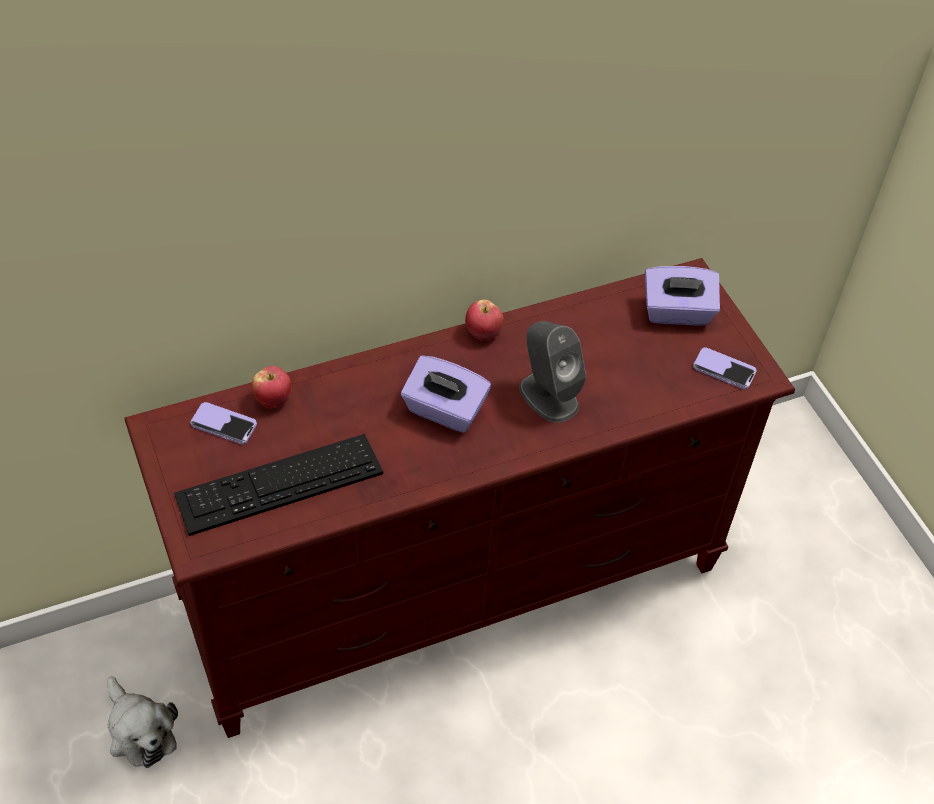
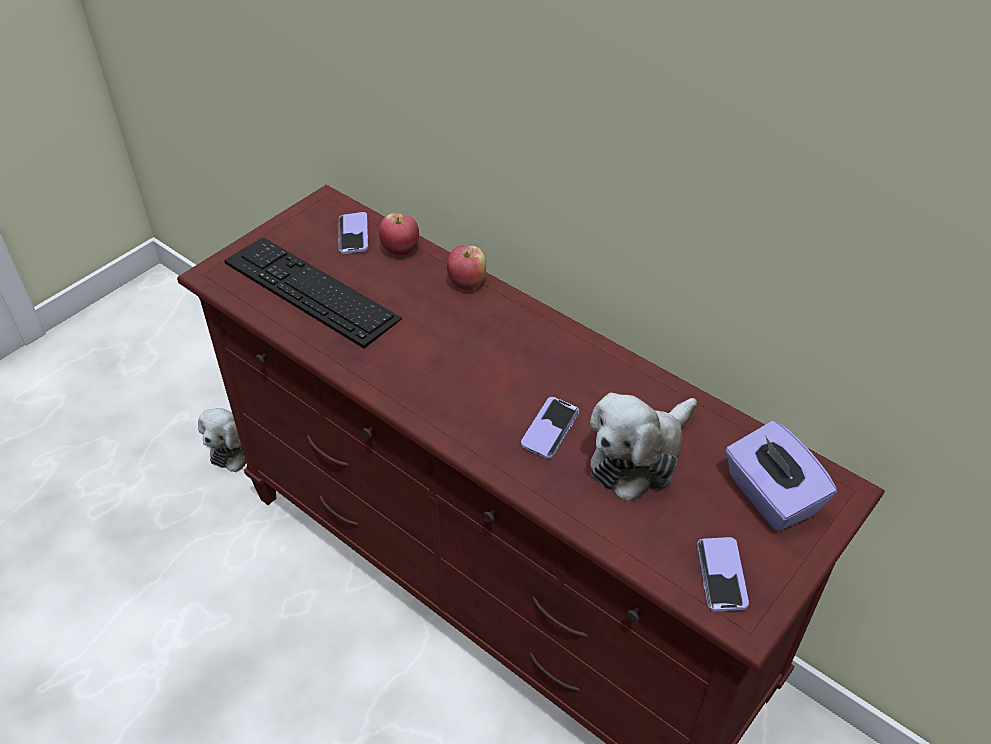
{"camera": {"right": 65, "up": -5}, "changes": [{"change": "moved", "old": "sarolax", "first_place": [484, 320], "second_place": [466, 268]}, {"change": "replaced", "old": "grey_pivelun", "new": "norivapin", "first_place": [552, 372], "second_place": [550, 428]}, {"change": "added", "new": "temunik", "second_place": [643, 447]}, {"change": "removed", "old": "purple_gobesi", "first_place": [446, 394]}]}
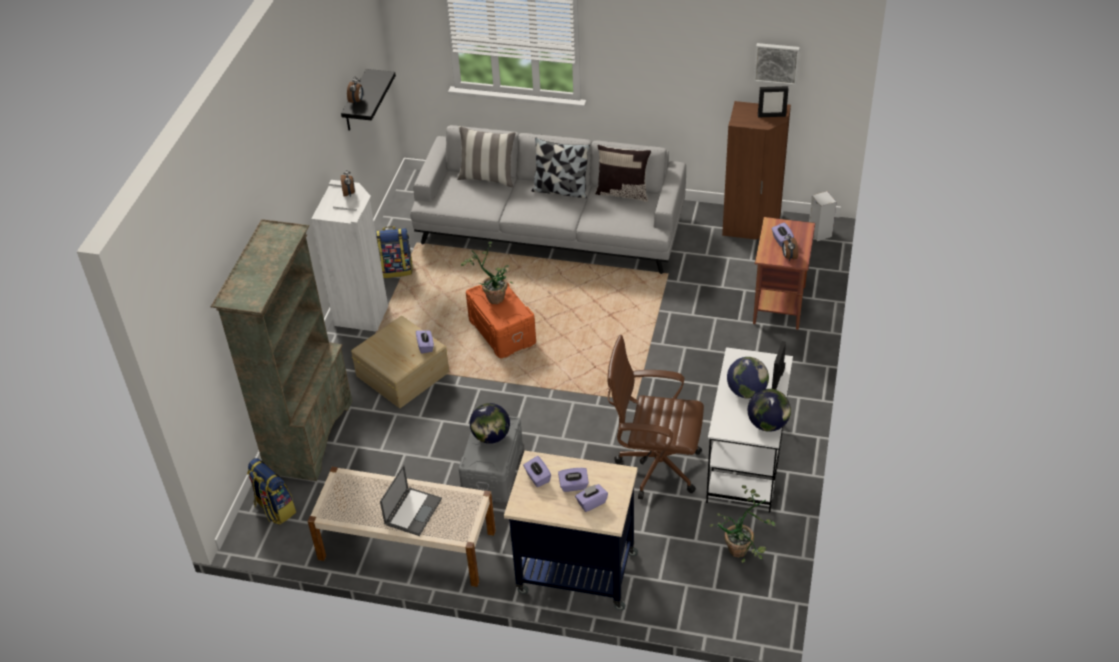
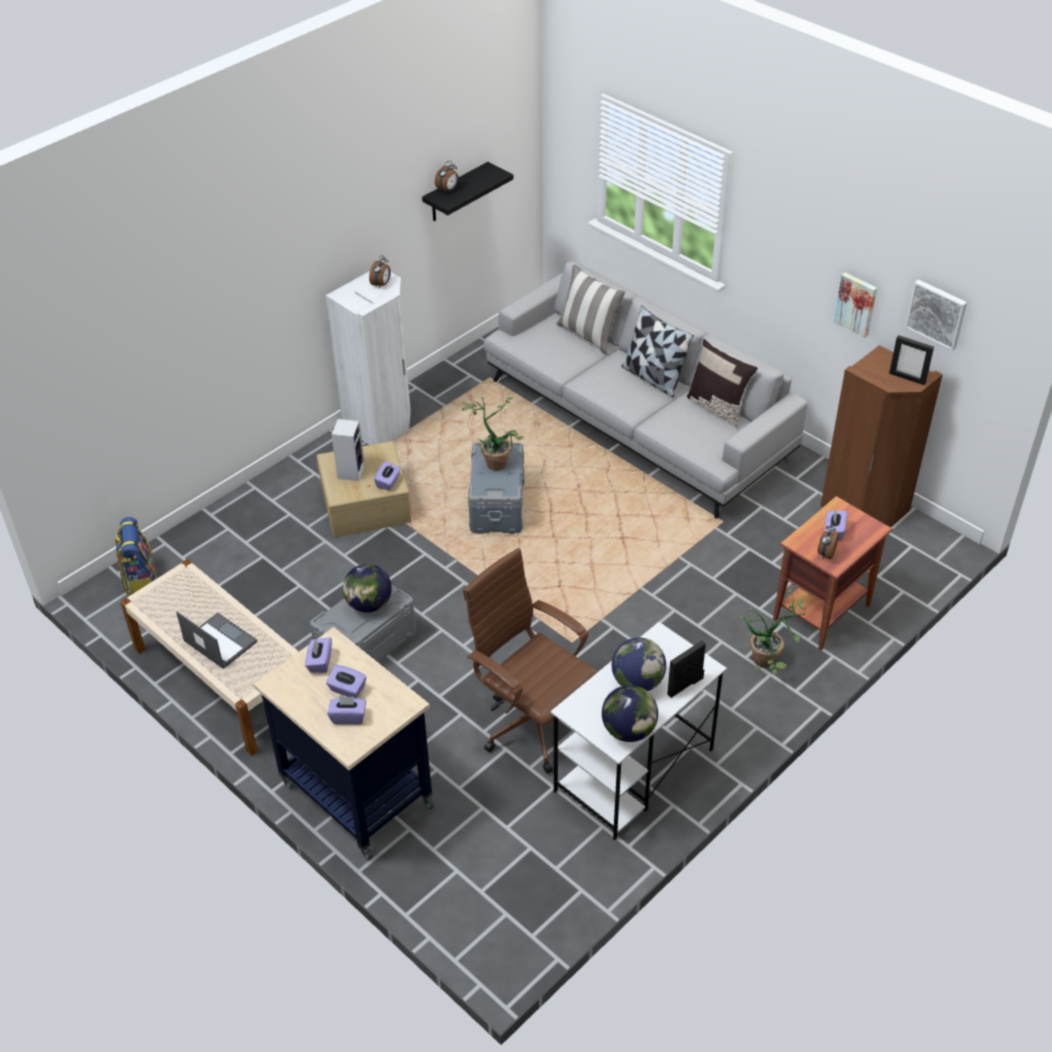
{"camera": {"right": 30, "up": 0}, "changes": [{"change": "turned", "old": "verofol", "first_place": [411, 500], "second_place": [217, 640], "degrees": -105}, {"change": "moved", "old": "pivelun", "first_place": [822, 216], "second_place": [348, 450]}, {"change": "recoloured", "old": "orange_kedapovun", "new": "grey_kedapovun", "first_place": [501, 317], "second_place": [496, 488]}, {"change": "moved", "old": "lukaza", "first_place": [743, 524], "second_place": [772, 632]}, {"change": "added", "new": "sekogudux", "second_place": [855, 305]}, {"change": "removed", "old": "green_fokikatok", "first_place": [281, 350]}, {"change": "removed", "old": "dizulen", "first_place": [394, 252]}]}
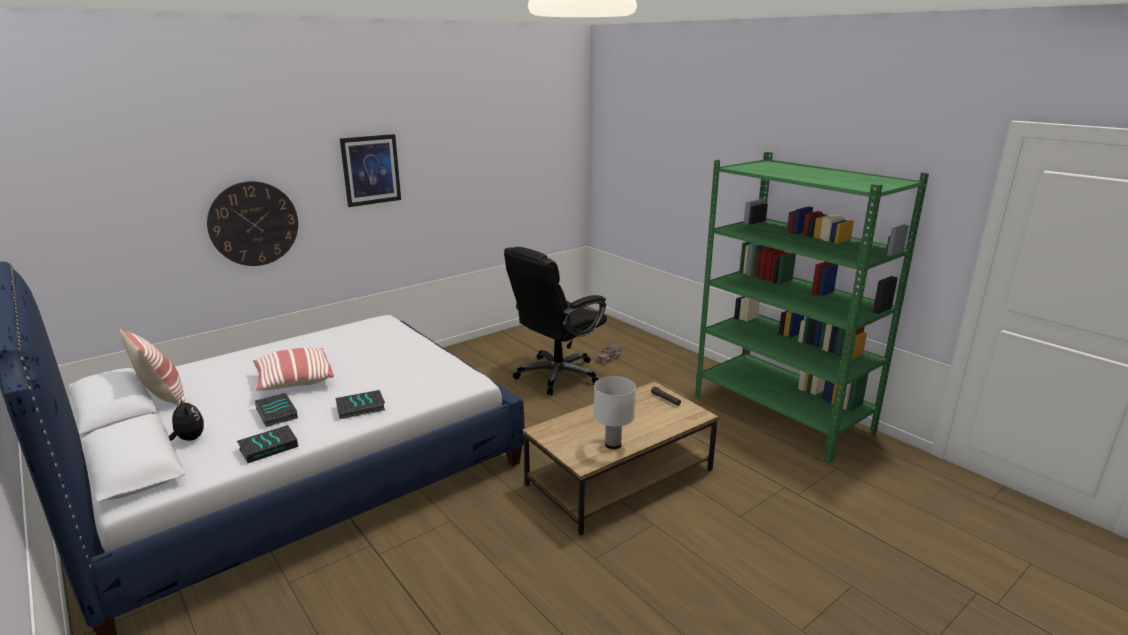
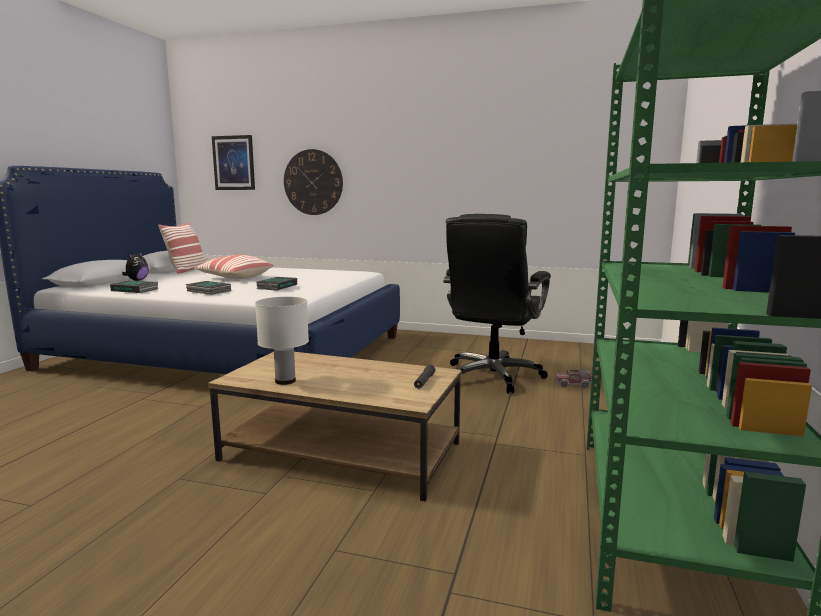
{"camera": {"right": 55, "up": -10}, "changes": [{"change": "moved", "old": "sekogudux", "first_place": [370, 170], "second_place": [233, 162]}, {"change": "moved", "old": "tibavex", "first_place": [276, 410], "second_place": [276, 284]}, {"change": "turned", "old": "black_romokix", "first_place": [555, 321], "second_place": [497, 304], "degrees": -75}]}
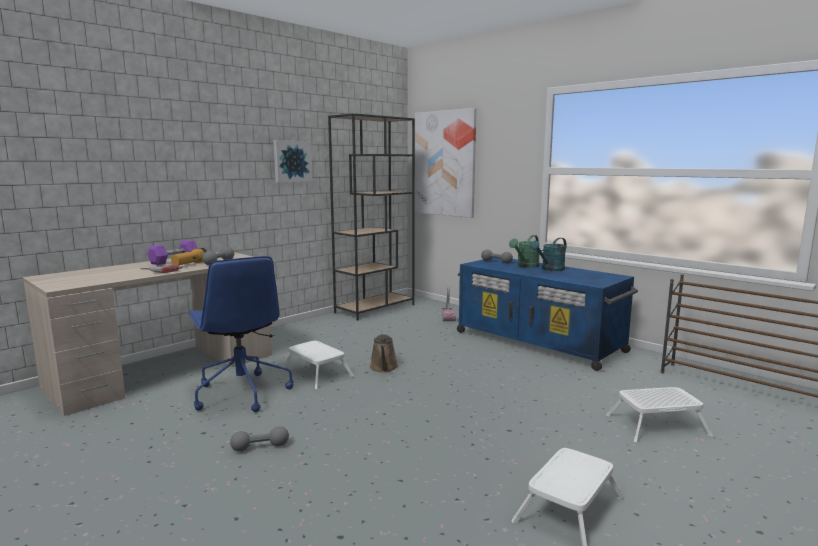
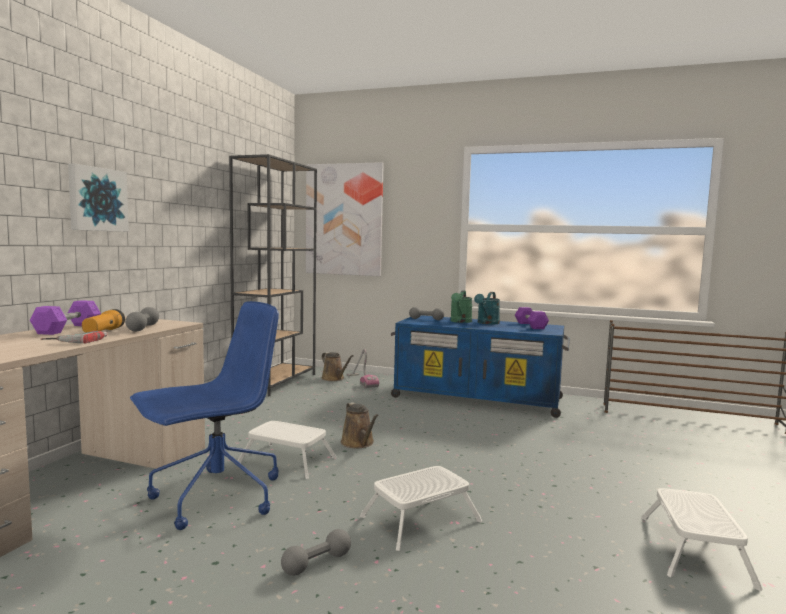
{"camera": {"right": -25, "up": -5}, "changes": [{"change": "moved", "old": "sekogudux", "first_place": [292, 161], "second_place": [98, 197]}, {"change": "turned", "old": "blue_romokix", "first_place": [241, 334], "second_place": [204, 415], "degrees": -75}, {"change": "added", "new": "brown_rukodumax", "second_place": [338, 366]}, {"change": "moved", "old": "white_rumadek", "first_place": [659, 415], "second_place": [420, 508]}, {"change": "added", "new": "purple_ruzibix", "second_place": [532, 318]}]}
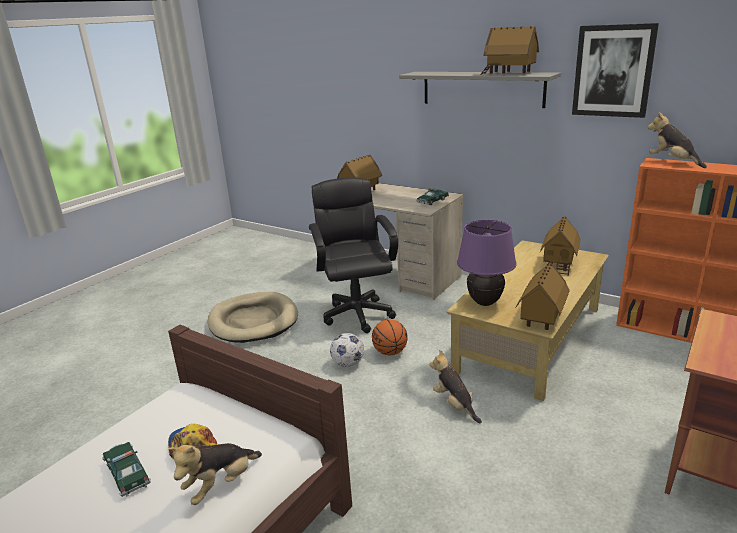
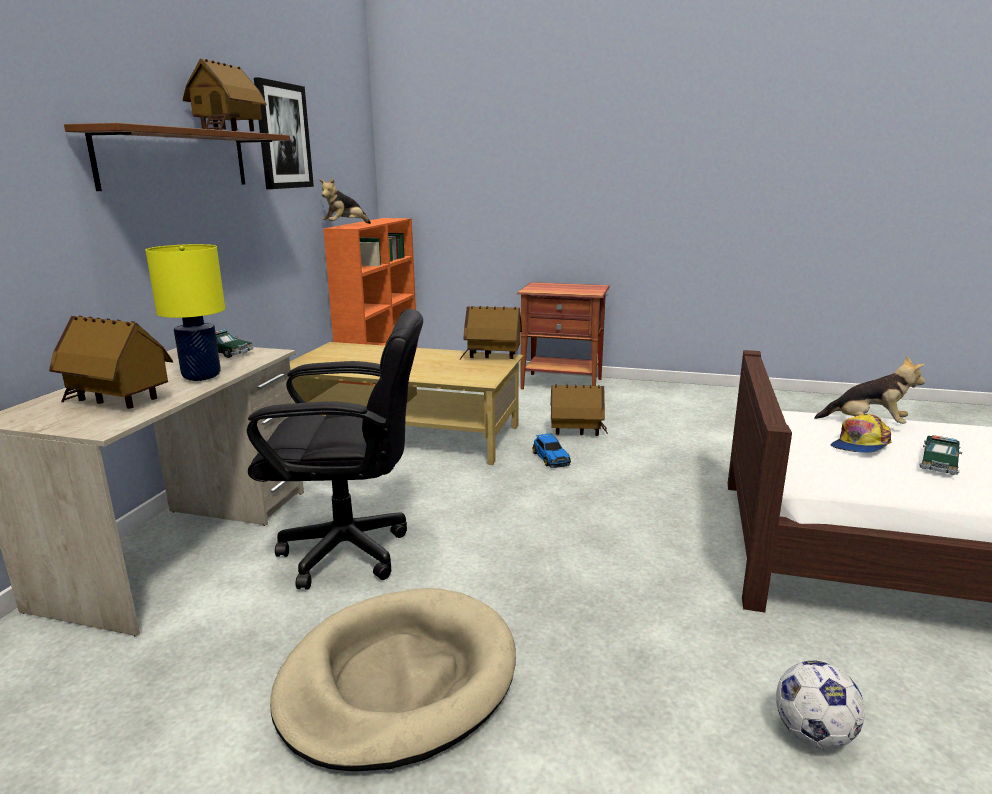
{"camera": {"right": -110, "up": -5}, "changes": [{"change": "recoloured", "old": "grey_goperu", "new": "brown_goperu", "first_place": [480, 90], "second_place": [177, 157]}, {"change": "added", "new": "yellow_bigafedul", "second_place": [185, 312]}, {"change": "turned", "old": "black_romokix", "first_place": [353, 255], "second_place": [335, 449], "degrees": -150}, {"change": "replaced", "old": "temunik", "new": "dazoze", "first_place": [455, 387], "second_place": [551, 450]}, {"change": "moved", "old": "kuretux", "first_place": [560, 246], "second_place": [579, 410]}, {"change": "moved", "old": "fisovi", "first_place": [347, 350], "second_place": [820, 705]}, {"change": "removed", "old": "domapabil", "first_place": [390, 337]}, {"change": "removed", "old": "purple_bigafedul", "first_place": [487, 263]}]}
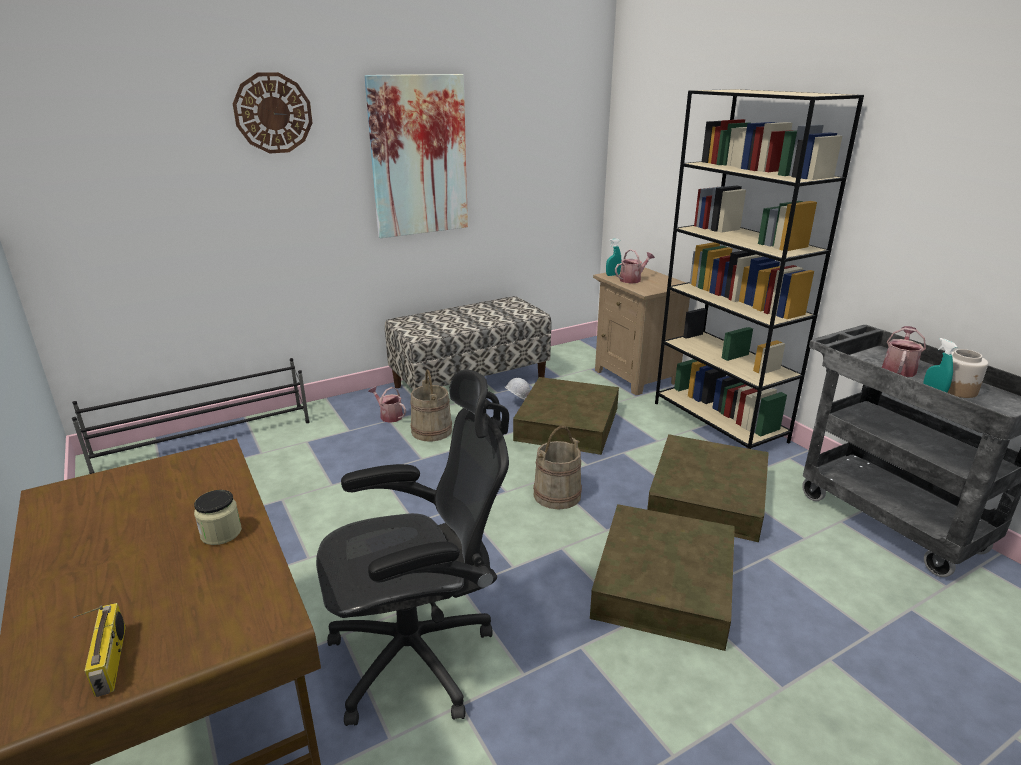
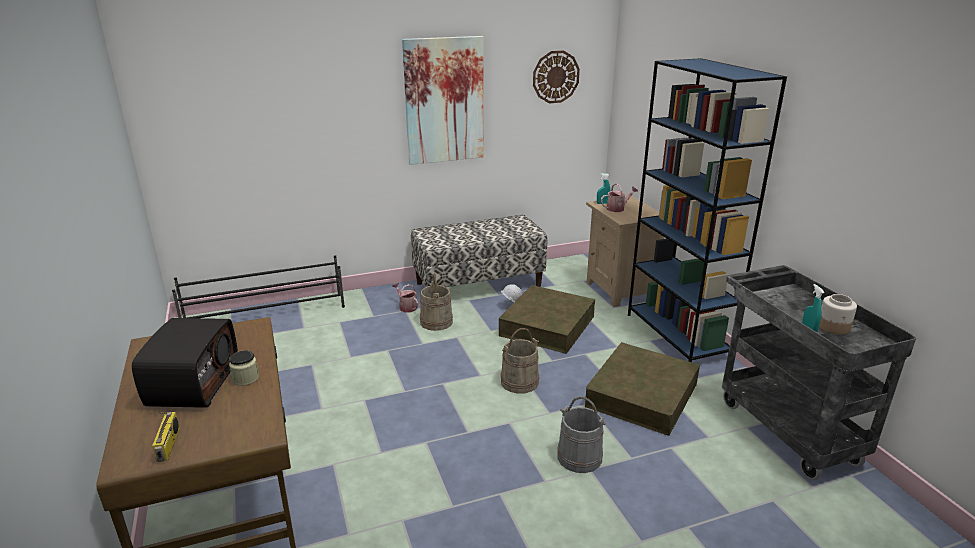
{"camera": {"right": 10, "up": 0}, "changes": [{"change": "added", "new": "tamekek", "second_place": [185, 363]}, {"change": "moved", "old": "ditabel", "first_place": [273, 113], "second_place": [556, 76]}, {"change": "replaced", "old": "brown_kedapovun", "new": "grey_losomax", "first_place": [662, 577], "second_place": [582, 434]}, {"change": "recoloured", "old": "beige_fokikatok", "new": "blue_fokikatok", "first_place": [759, 269], "second_place": [707, 210]}, {"change": "removed", "old": "romokix", "first_place": [412, 548]}, {"change": "removed", "old": "rukodumax", "first_place": [904, 351]}]}
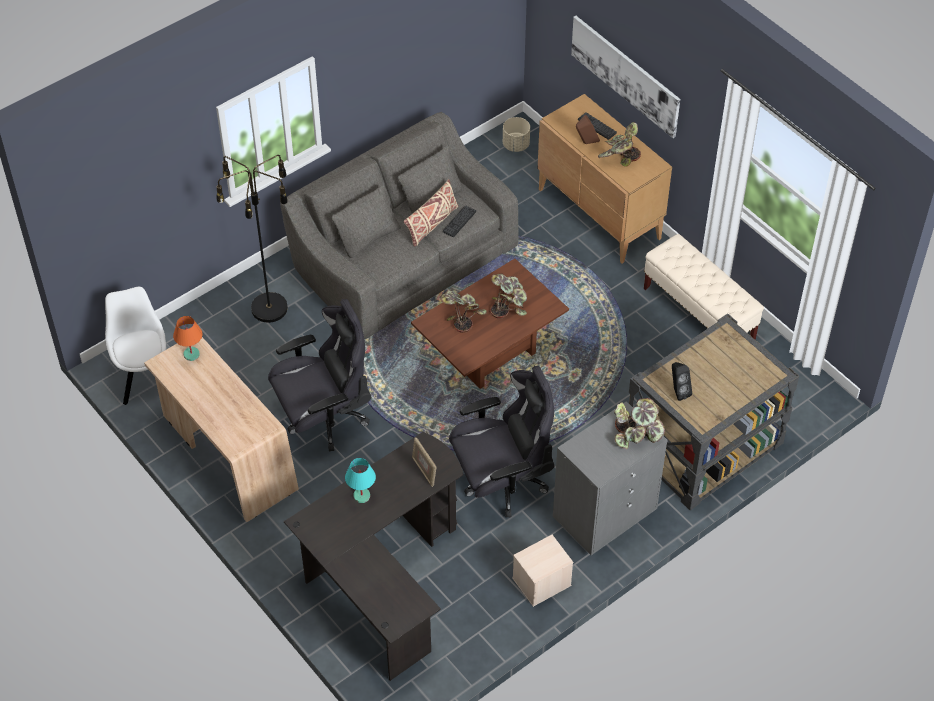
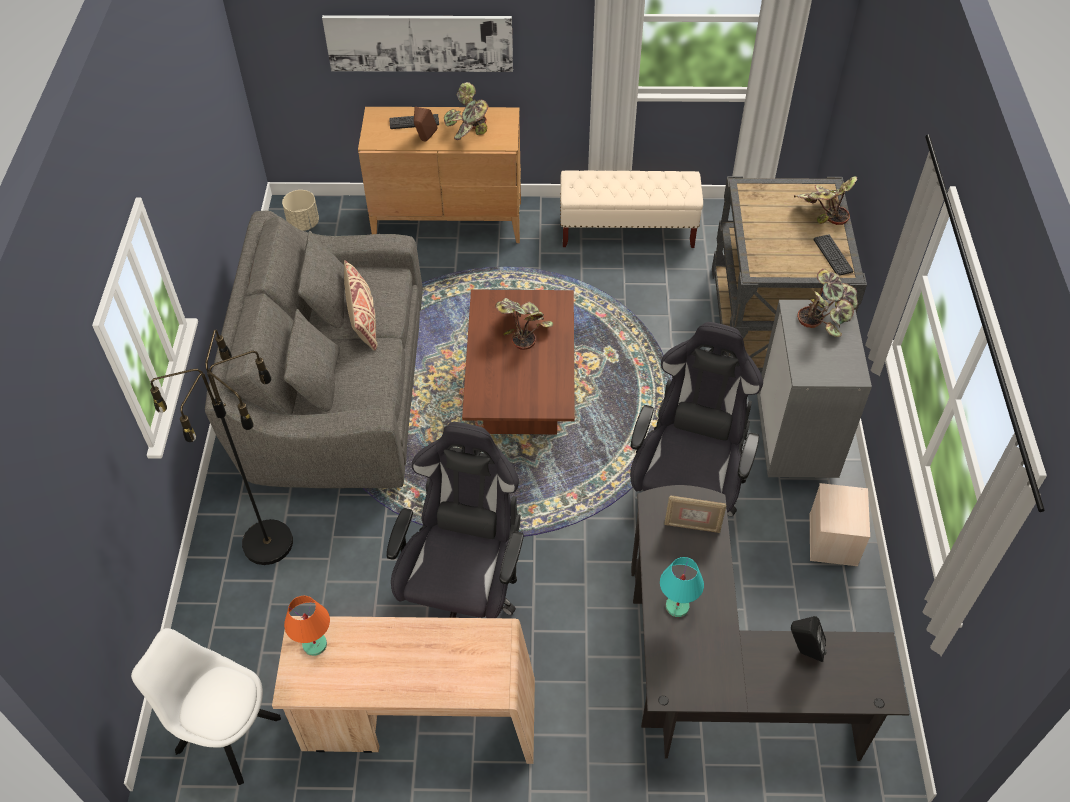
{"camera": {"right": -50, "up": 0}, "changes": [{"change": "moved", "old": "black_pivelun", "first_place": [682, 381], "second_place": [809, 639]}, {"change": "moved", "old": "lukaza", "first_place": [464, 311], "second_place": [826, 201]}, {"change": "moved", "old": "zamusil", "first_place": [459, 221], "second_place": [833, 255]}]}
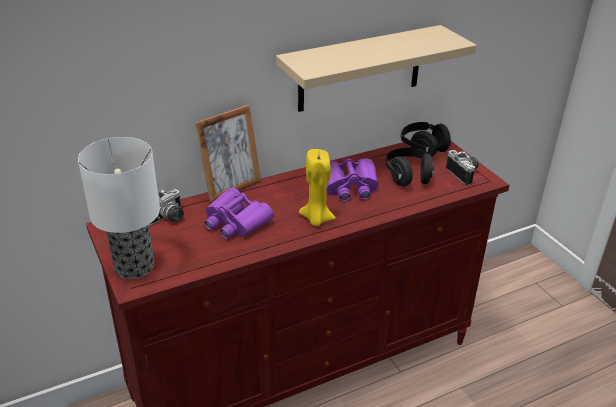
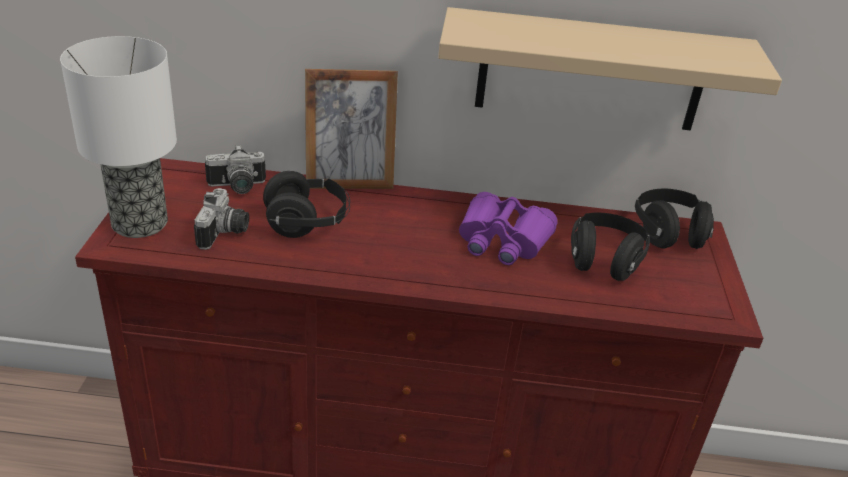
{"camera": {"right": 30, "up": 0}, "changes": [{"change": "moved", "old": "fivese", "first_place": [462, 167], "second_place": [221, 219]}, {"change": "replaced", "old": "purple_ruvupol", "new": "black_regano", "first_place": [239, 213], "second_place": [306, 204]}, {"change": "removed", "old": "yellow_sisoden", "first_place": [317, 187]}]}
